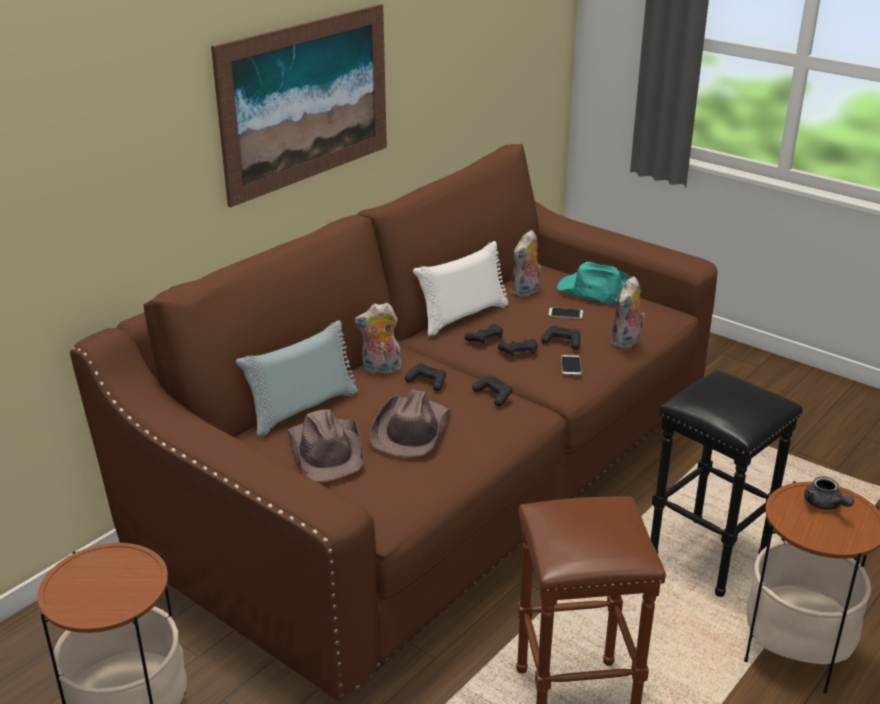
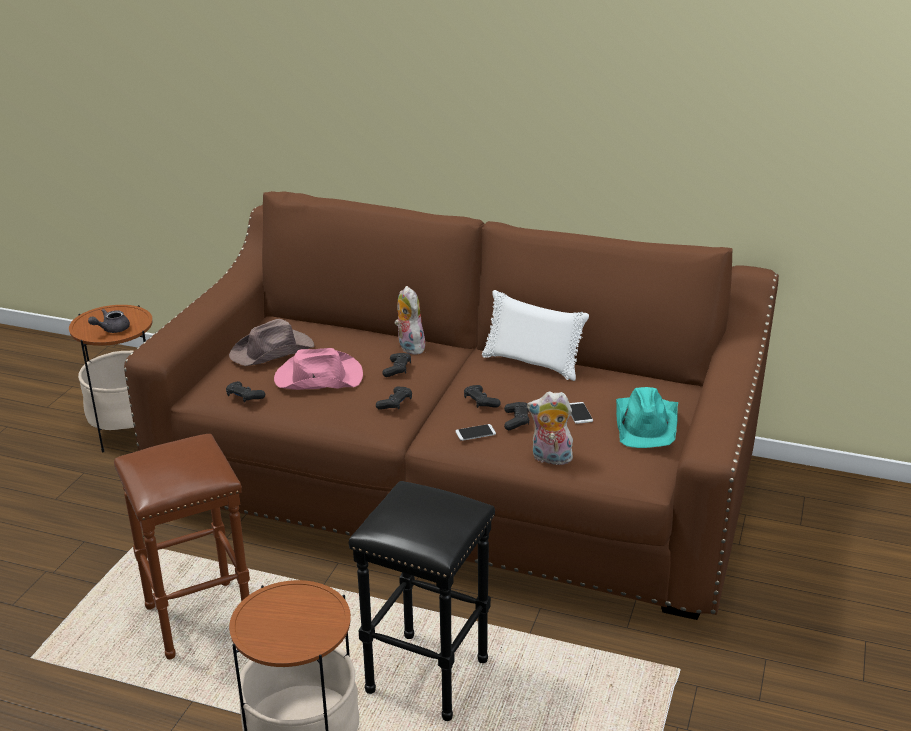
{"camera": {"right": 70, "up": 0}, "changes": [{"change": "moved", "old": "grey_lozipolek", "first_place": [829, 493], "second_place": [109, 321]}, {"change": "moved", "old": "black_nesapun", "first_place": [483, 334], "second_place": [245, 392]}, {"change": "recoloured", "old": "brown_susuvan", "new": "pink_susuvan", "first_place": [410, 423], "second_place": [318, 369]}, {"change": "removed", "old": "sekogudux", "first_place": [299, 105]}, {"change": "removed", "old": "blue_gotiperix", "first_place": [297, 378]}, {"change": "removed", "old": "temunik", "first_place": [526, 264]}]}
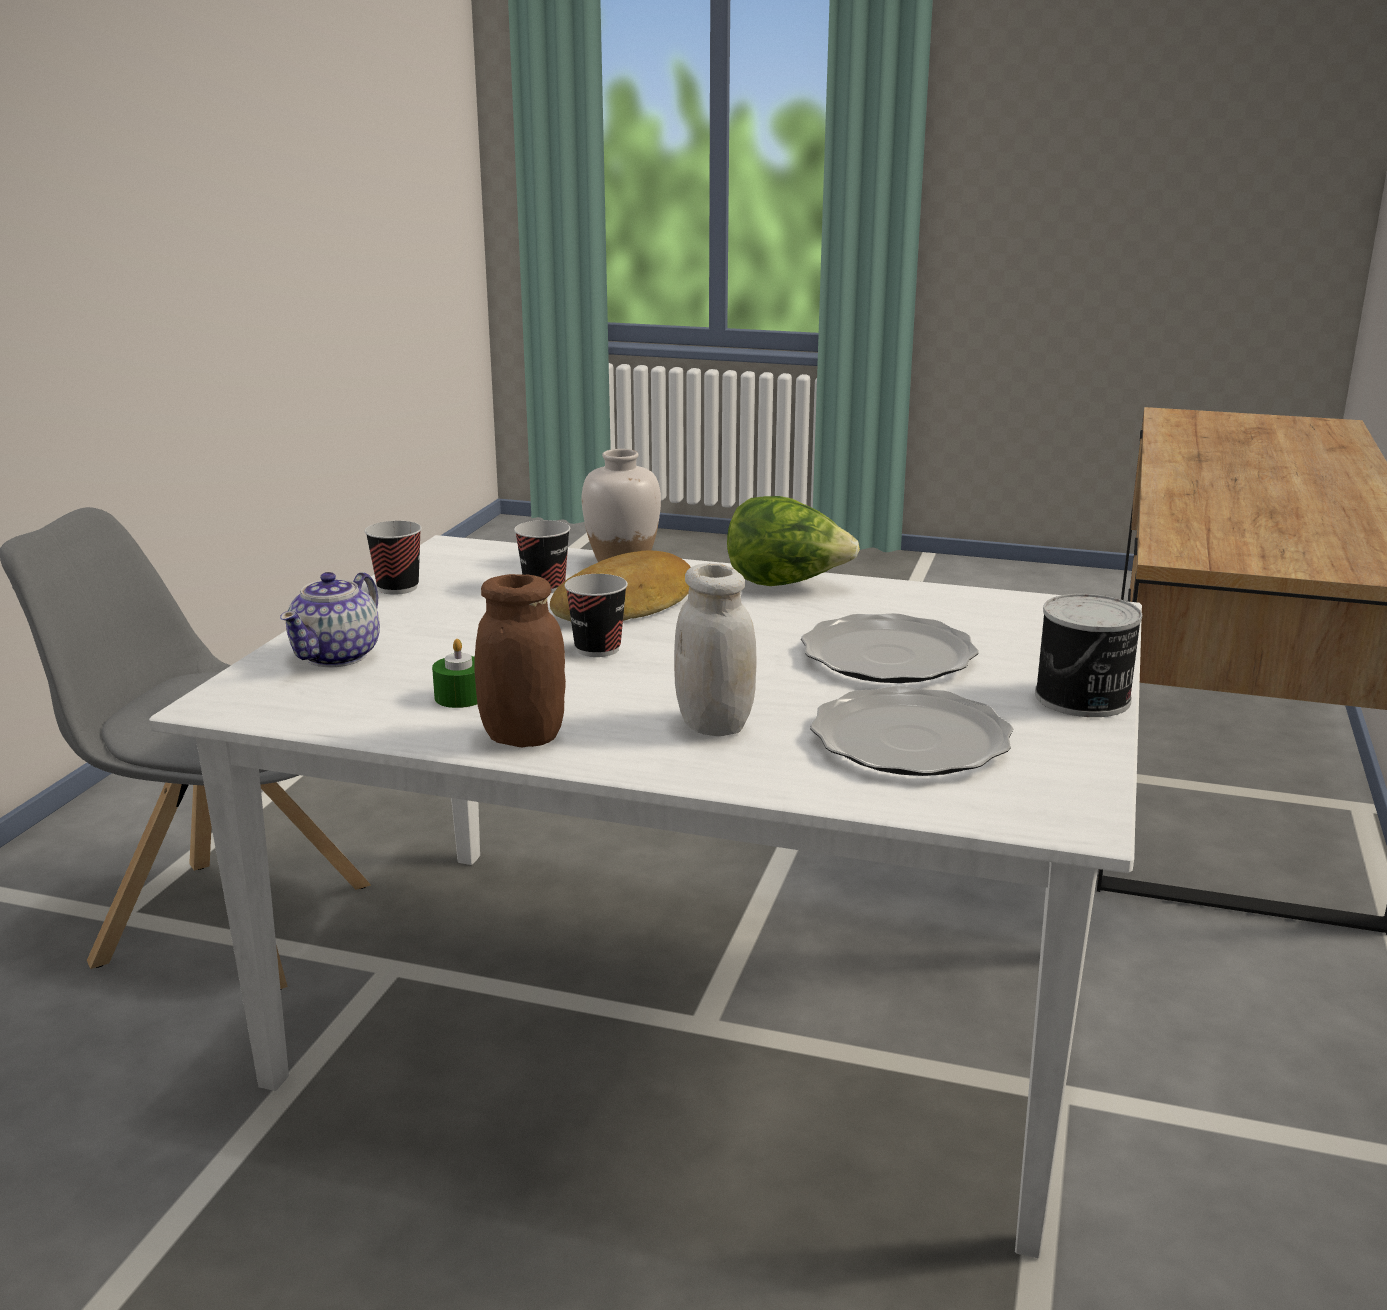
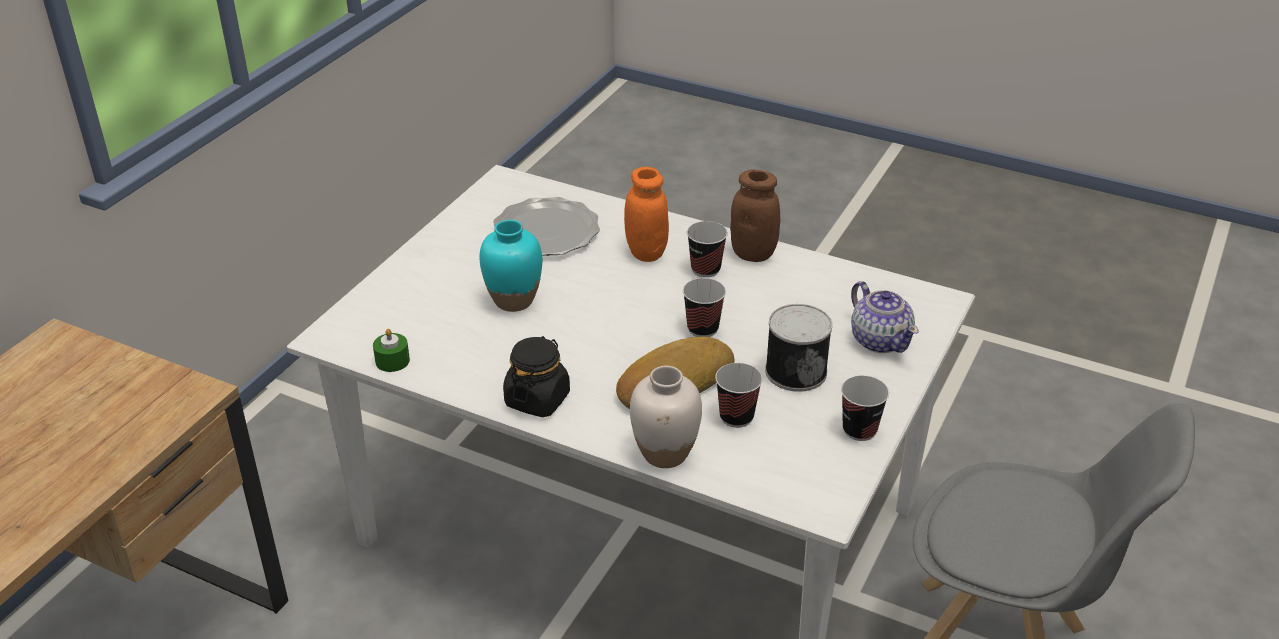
{"camera": {"right": -170, "up": 15}, "changes": [{"change": "moved", "old": "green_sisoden", "first_place": [454, 673], "second_place": [391, 350]}, {"change": "replaced", "old": "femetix", "new": "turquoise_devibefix", "first_place": [890, 648], "second_place": [510, 266]}, {"change": "replaced", "old": "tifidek", "new": "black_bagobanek", "first_place": [793, 541], "second_place": [536, 376]}, {"change": "recoloured", "old": "white_bagobanek", "new": "orange_bagobanek", "first_place": [715, 649], "second_place": [646, 214]}, {"change": "added", "new": "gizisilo", "second_place": [707, 249]}, {"change": "moved", "old": "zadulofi", "first_place": [1088, 655], "second_place": [798, 348]}, {"change": "turned", "old": "lozipolek", "first_place": [330, 619], "second_place": [885, 317], "degrees": 120}]}
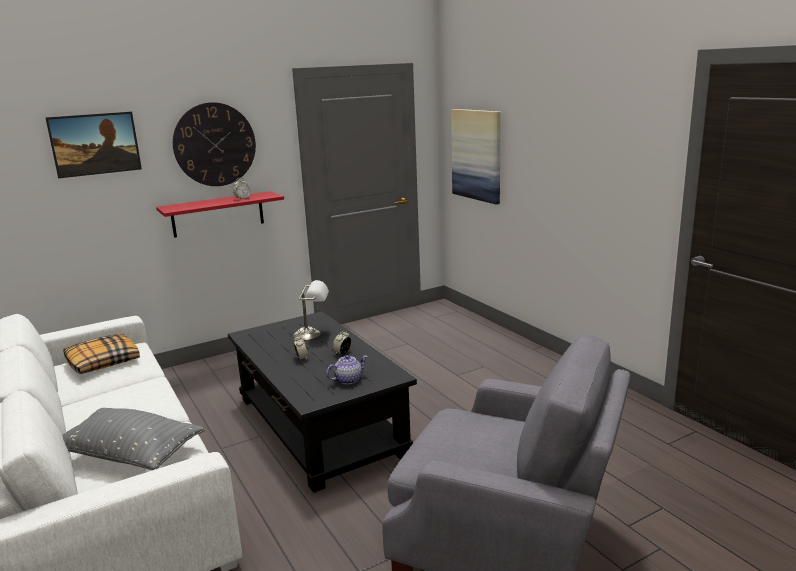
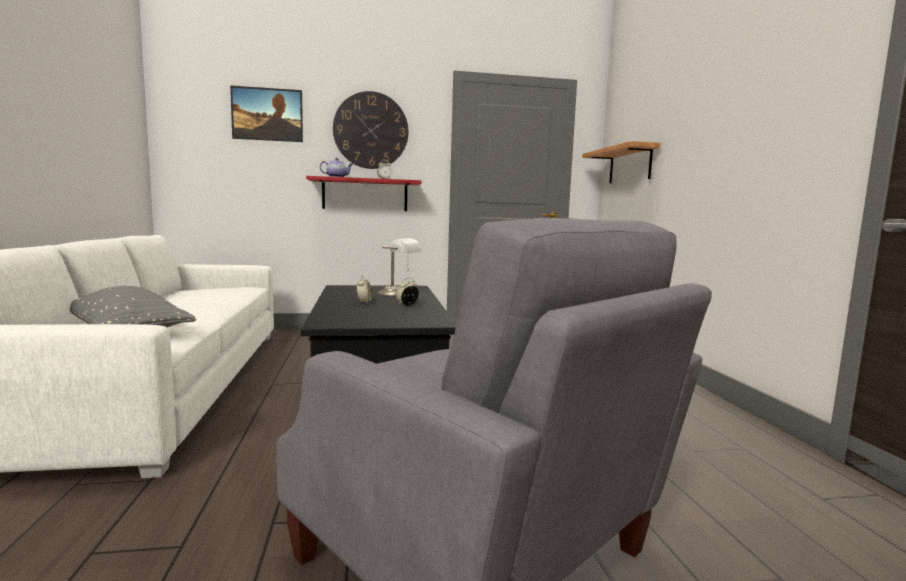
{"camera": {"right": 20, "up": -10}, "changes": [{"change": "moved", "old": "lozipolek", "first_place": [347, 369], "second_place": [336, 167]}, {"change": "replaced", "old": "sekogudux", "new": "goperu", "first_place": [476, 157], "second_place": [621, 162]}, {"change": "removed", "old": "gotiperix", "first_place": [102, 353]}]}
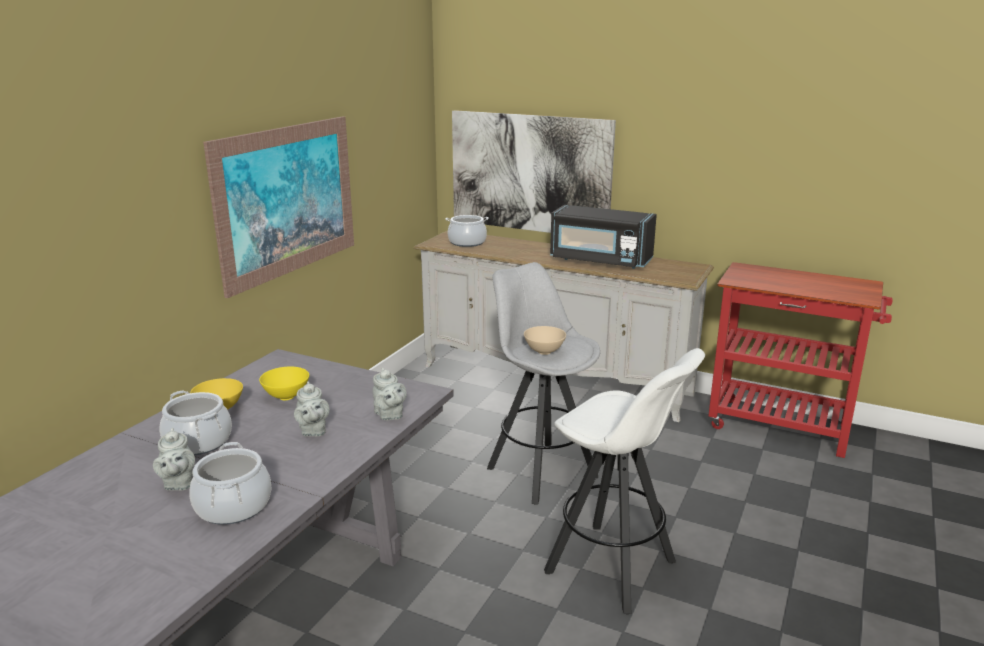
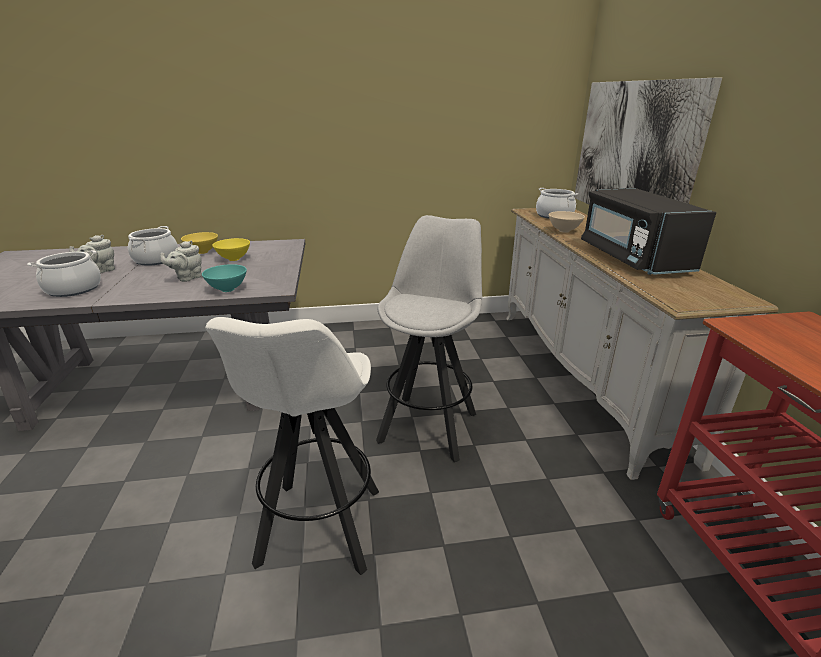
{"camera": {"right": 55, "up": 5}, "changes": [{"change": "replaced", "old": "grey_lozipolek", "new": "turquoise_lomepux", "first_place": [389, 394], "second_place": [224, 278]}, {"change": "moved", "old": "beige_lomepux", "first_place": [545, 340], "second_place": [567, 222]}, {"change": "removed", "old": "sekogudux", "first_place": [278, 207]}]}
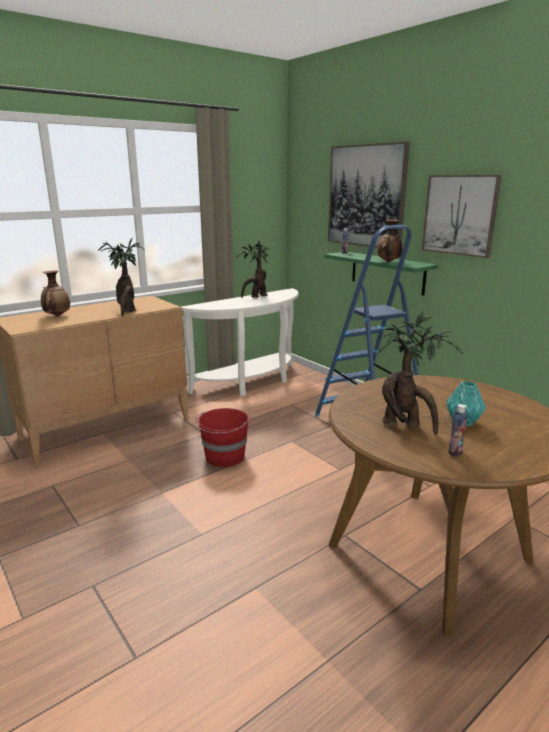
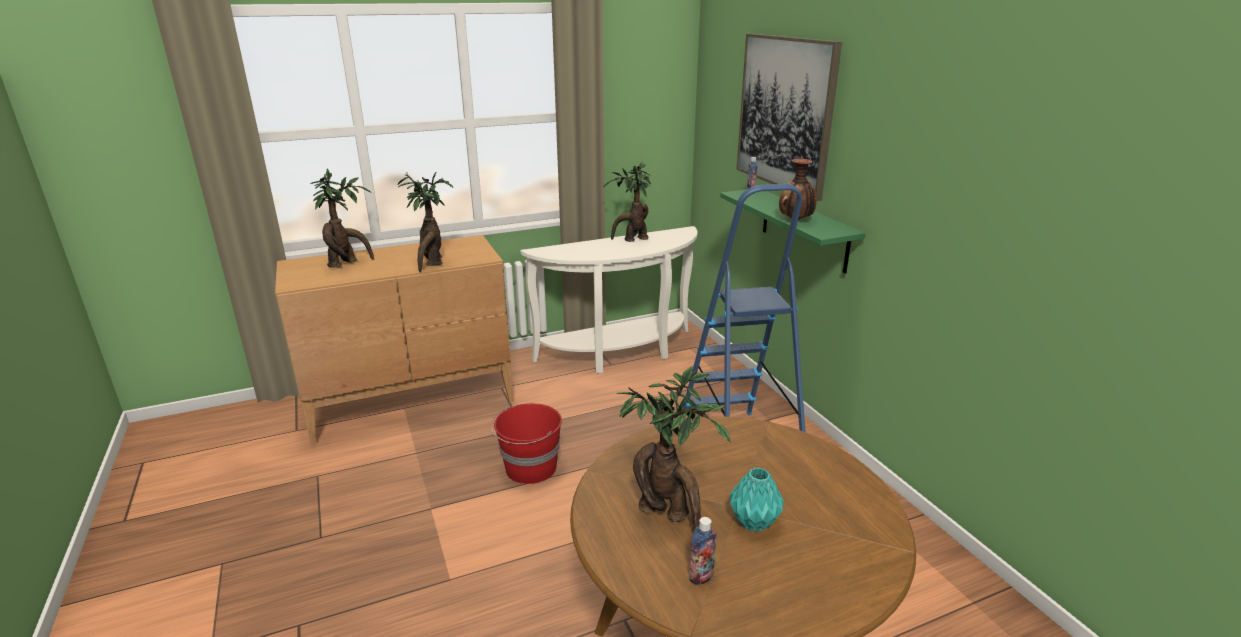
{"camera": {"right": 15, "up": 5}, "changes": [{"change": "replaced", "old": "devibefix", "new": "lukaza", "first_place": [55, 293], "second_place": [342, 218]}, {"change": "removed", "old": "sekogudux", "first_place": [462, 216]}]}
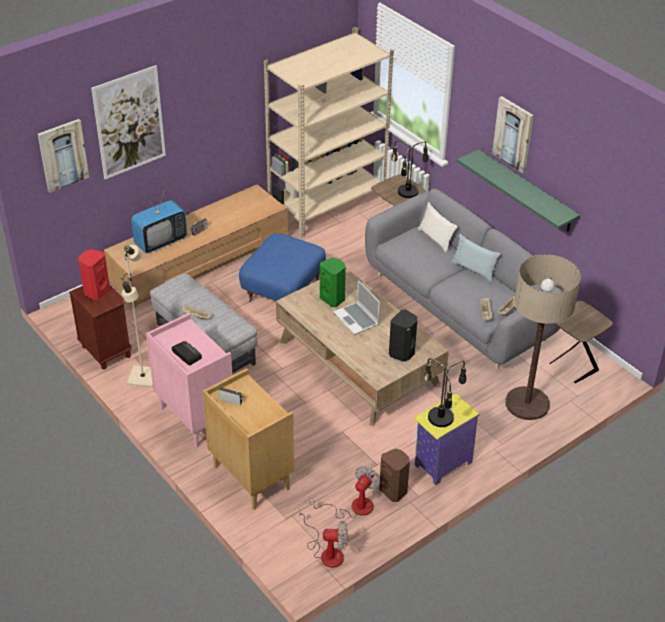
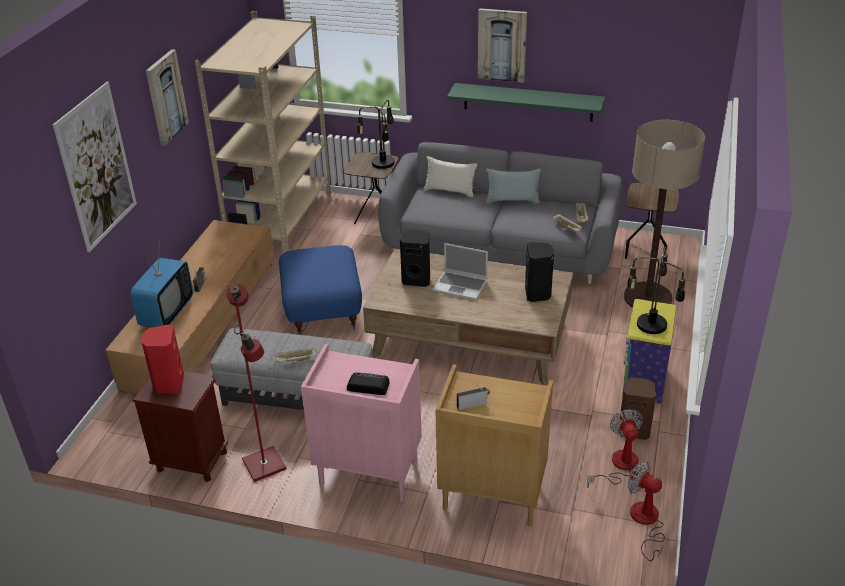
{"camera": {"right": -35, "up": -5}, "changes": [{"change": "moved", "old": "sekogudux", "first_place": [63, 156], "second_place": [167, 97]}, {"change": "recoloured", "old": "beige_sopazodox", "new": "red_sopazodox", "first_place": [137, 316], "second_place": [256, 383]}, {"change": "recoloured", "old": "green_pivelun", "new": "black_pivelun", "first_place": [333, 282], "second_place": [415, 258]}, {"change": "turned", "old": "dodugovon", "first_place": [323, 539], "second_place": [646, 511], "degrees": -105}]}
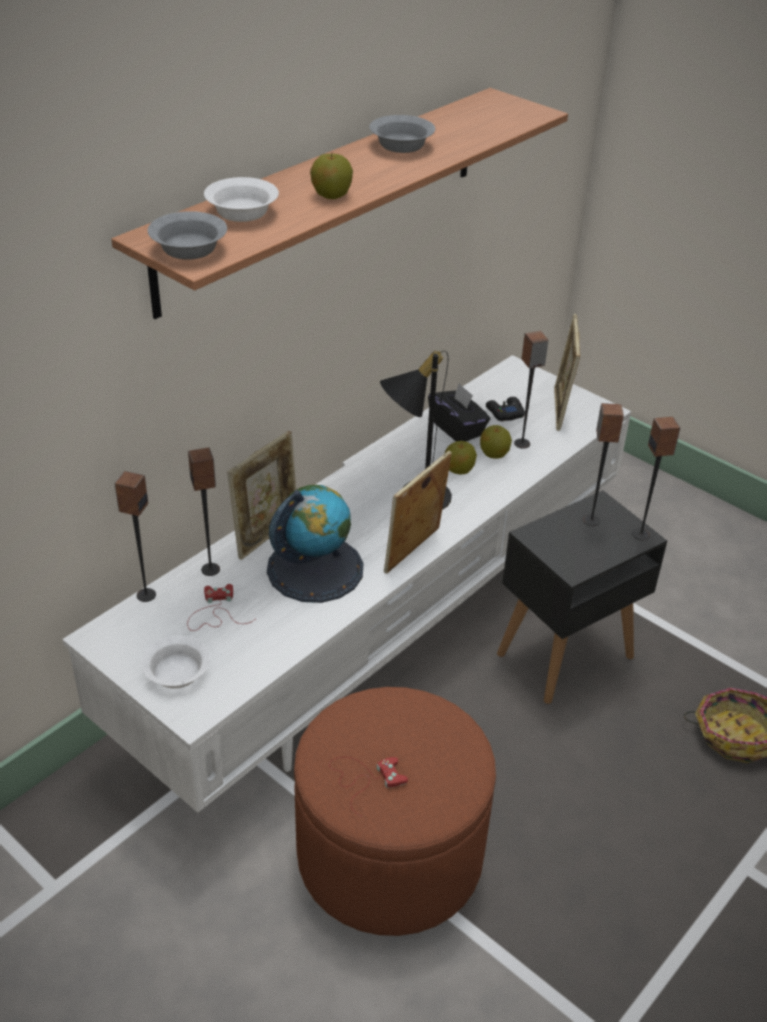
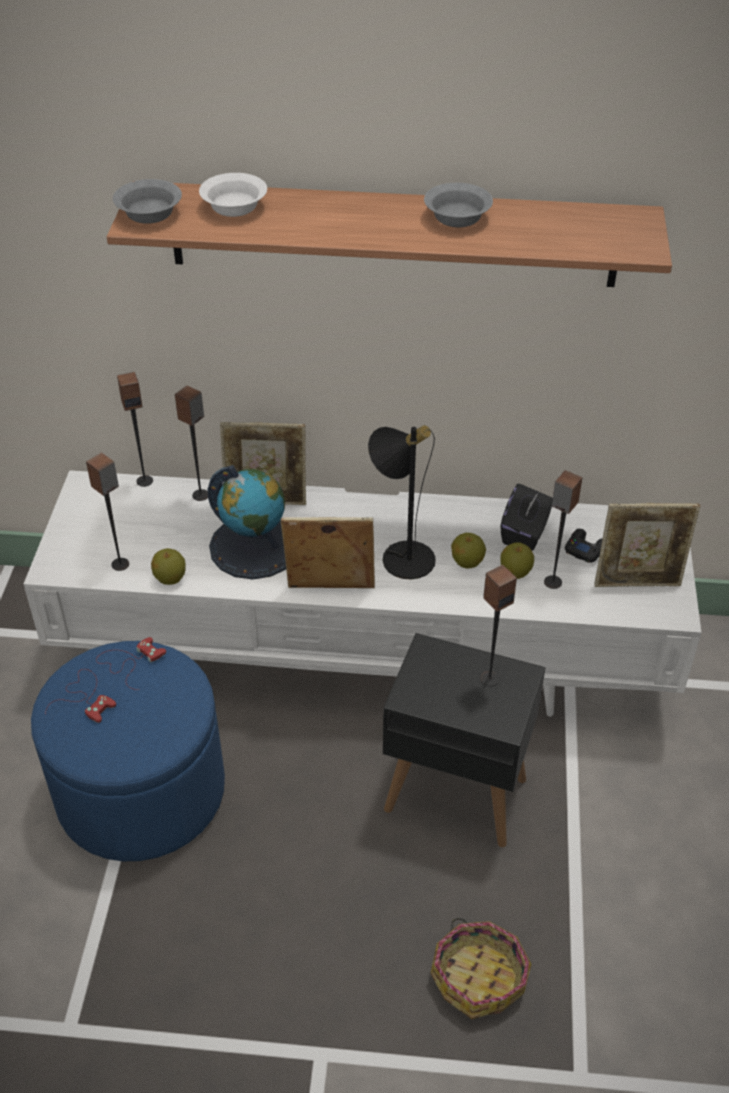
{"camera": {"right": 55, "up": 5}, "changes": [{"change": "recoloured", "old": "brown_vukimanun", "new": "blue_vukimanun", "first_place": [395, 811], "second_place": [128, 751]}, {"change": "moved", "old": "pivelun", "first_place": [656, 478], "second_place": [107, 512]}, {"change": "moved", "old": "red_nesapun", "first_place": [221, 607], "second_place": [131, 663]}, {"change": "moved", "old": "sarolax", "first_place": [331, 176], "second_place": [168, 566]}, {"change": "turned", "old": "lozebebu", "first_place": [567, 372], "second_place": [647, 545], "degrees": -150}, {"change": "removed", "old": "white_lomepux", "first_place": [175, 662]}]}
